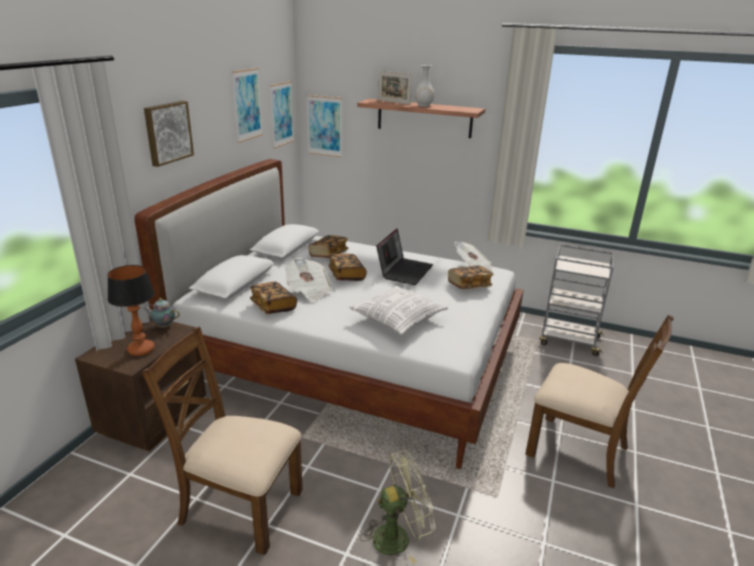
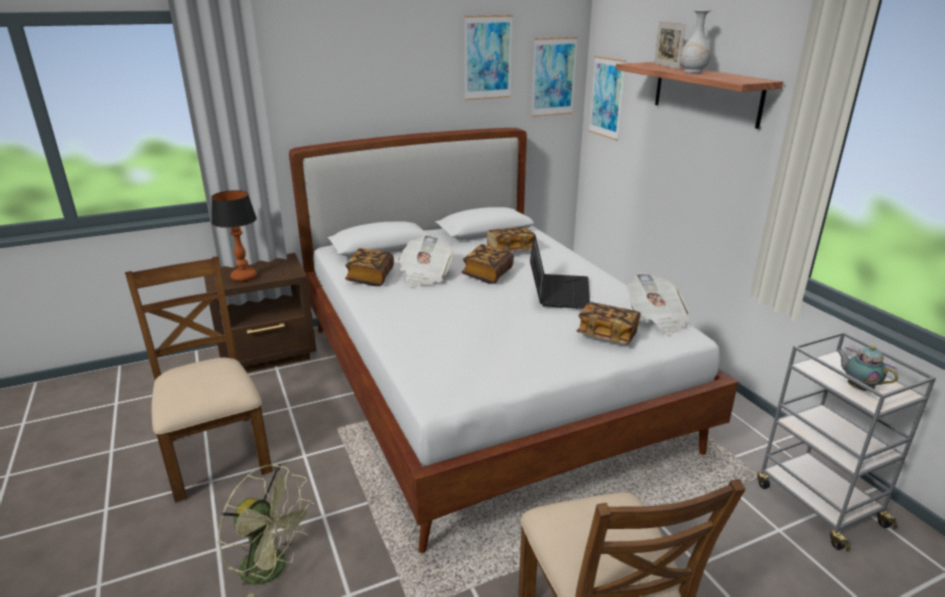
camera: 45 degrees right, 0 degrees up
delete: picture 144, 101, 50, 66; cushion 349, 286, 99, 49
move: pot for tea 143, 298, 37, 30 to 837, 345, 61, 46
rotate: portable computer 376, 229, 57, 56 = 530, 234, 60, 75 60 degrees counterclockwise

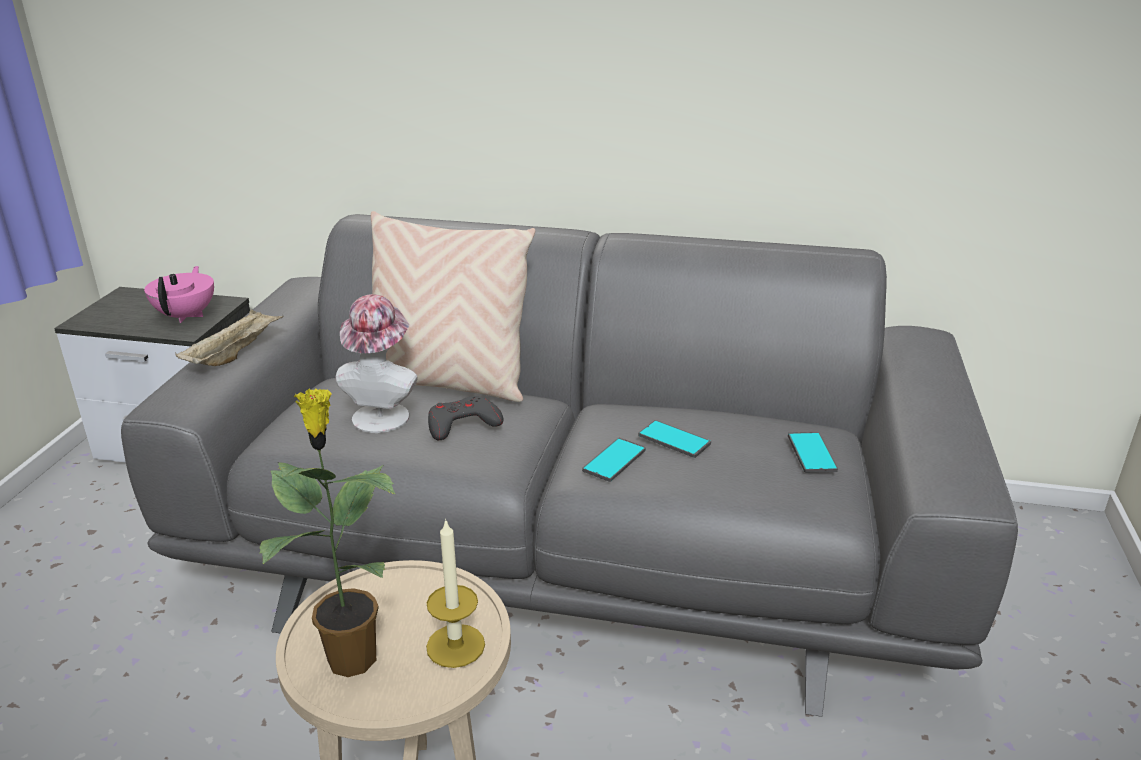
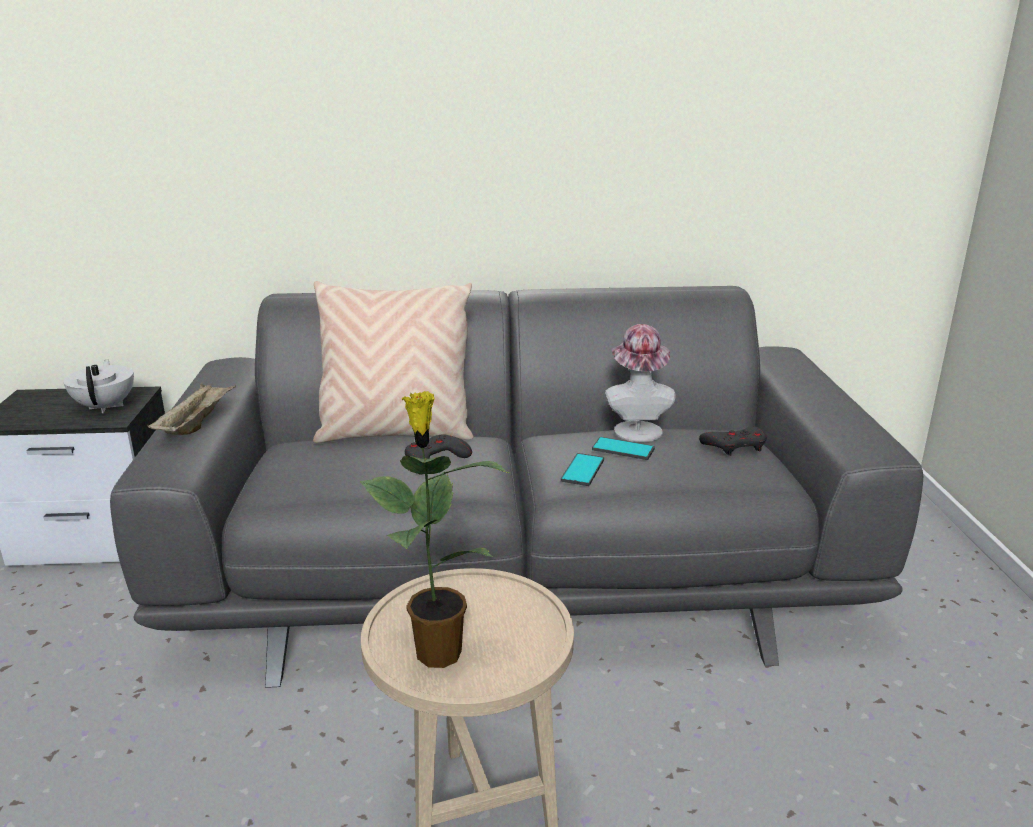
camera: 15 degrees left, 5 degrees down
delete: wax candle 426, 519, 59, 149
move: wearable hat 335, 294, 83, 139 to 605, 324, 70, 118
replace: handset 788, 432, 50, 41 to greyish joypad 699, 426, 68, 30
recolor: pinkish pot for tea 144, 266, 70, 57 to whitish pot for tea 63, 359, 71, 54

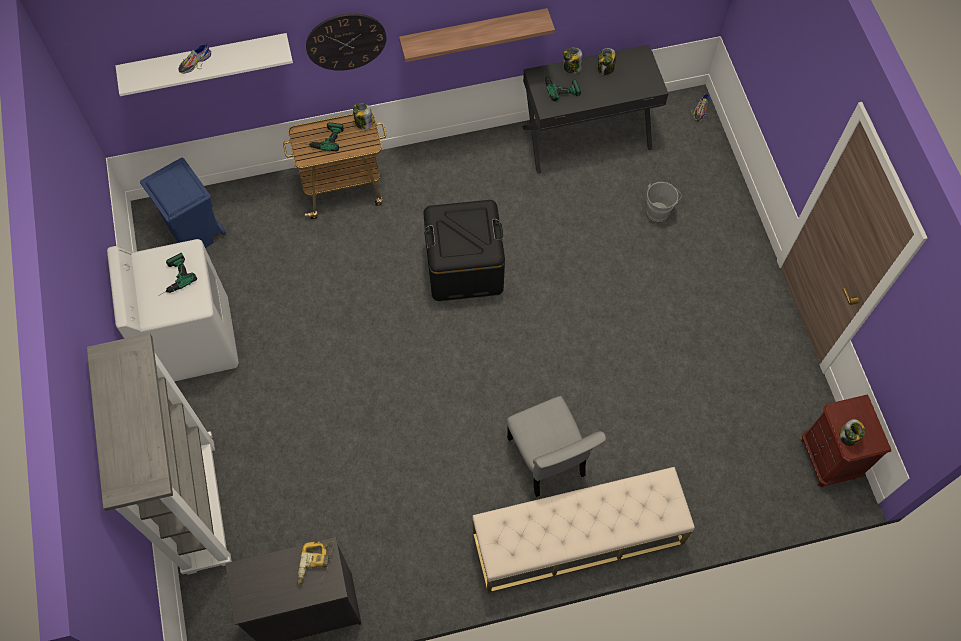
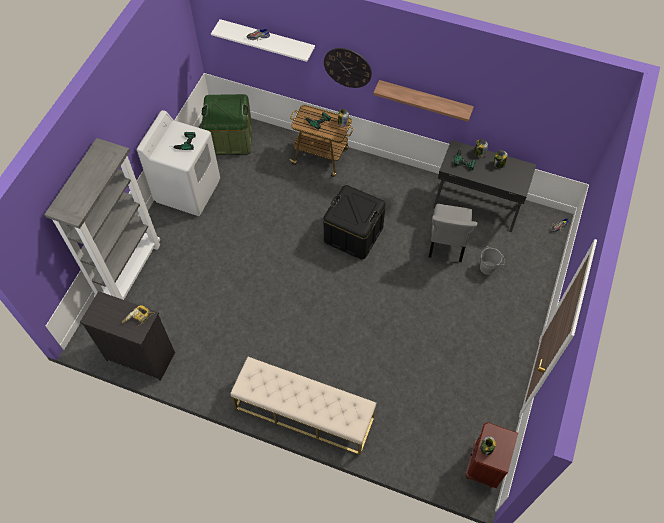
camera: 35 degrees right, 5 degrees down
move: greyish chair 506, 396, 100, 101 to 429, 204, 49, 59
replace: blue-coloured waste bin 140, 158, 86, 90 to green storage box 202, 94, 50, 61

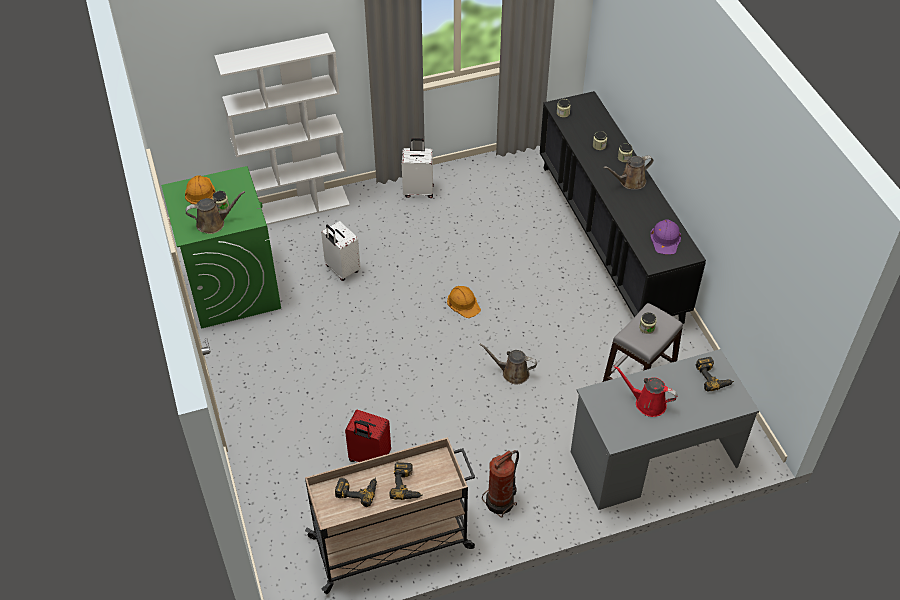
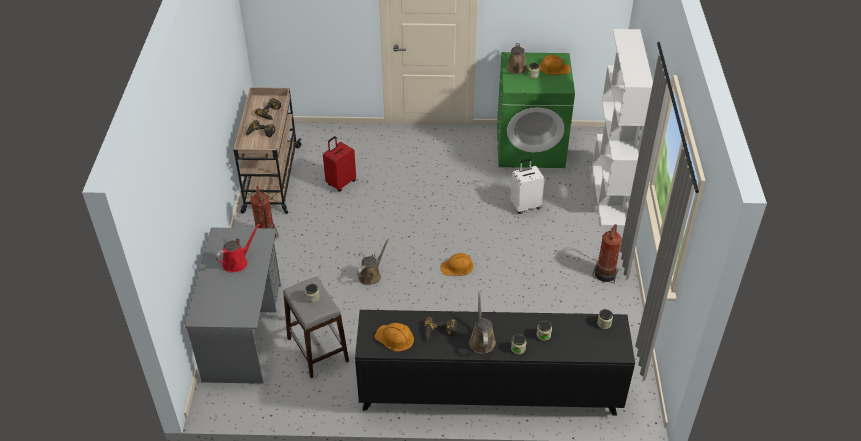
camera: 110 degrees right, 5 degrees down
move: electric drill 696, 357, 38, 34 to 424, 317, 33, 23
replace: whitish piece of luggage 402, 138, 32, 60 to fire-fighting cylinder 592, 224, 30, 59
recolor: purple-coloured work helmet 650, 220, 31, 35 to orange-coloured work helmet 374, 323, 40, 29

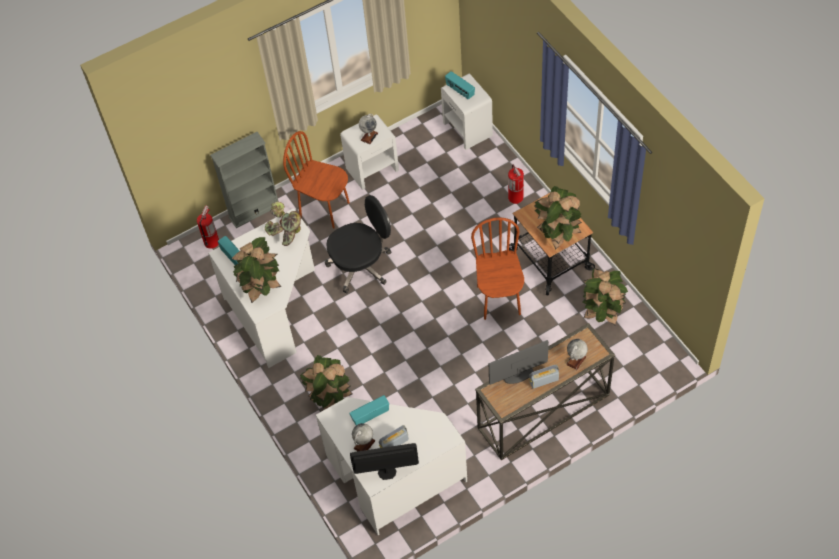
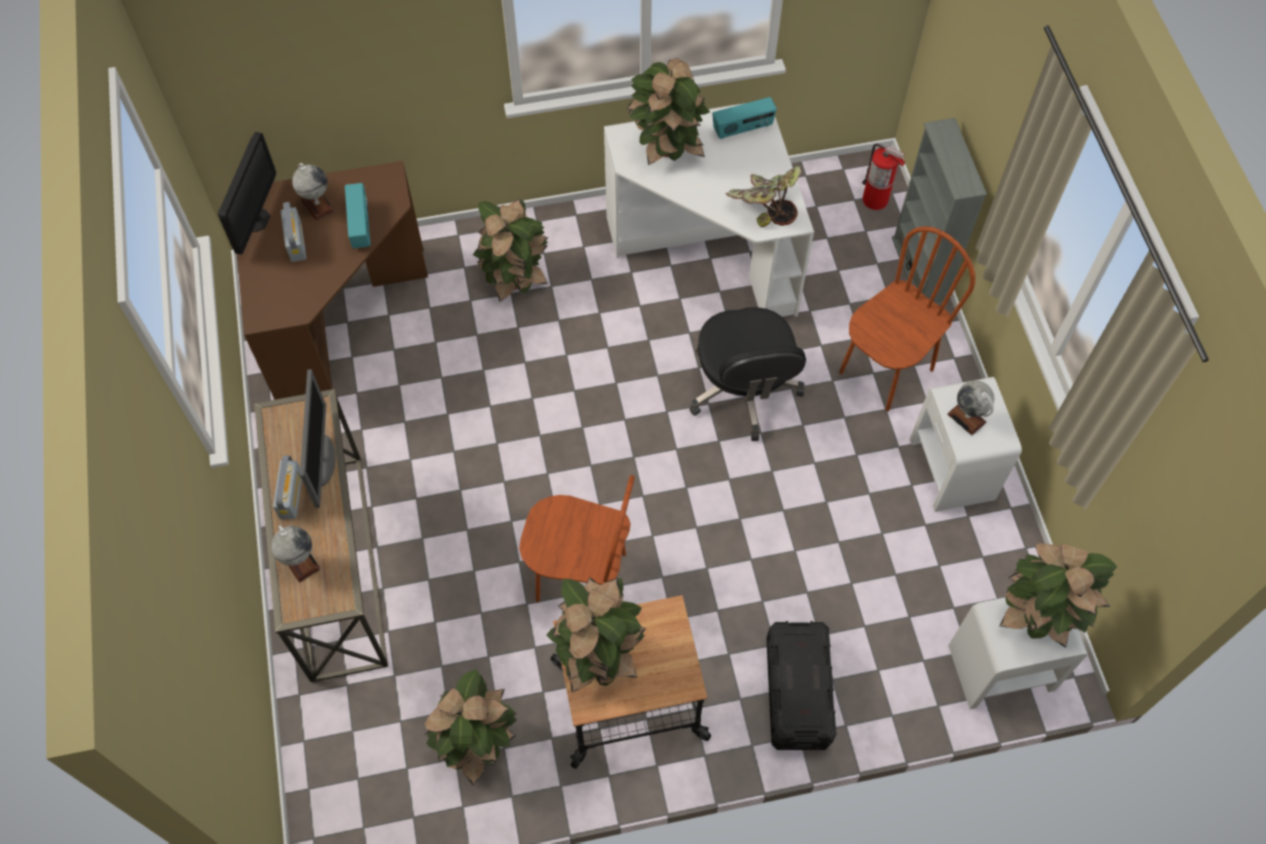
camera: 105 degrees right, 5 degrees up
replace: fire-fighting cylinder 508, 164, 16, 40 to black storage box 766, 621, 71, 129; radio set 445, 71, 30, 28 to plant in a pot 999, 543, 118, 105
recolor: whitish desk 316, 397, 151, 138 to brownish desk 237, 161, 191, 239

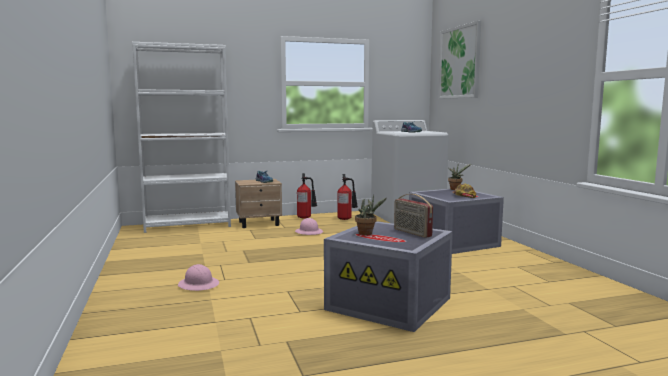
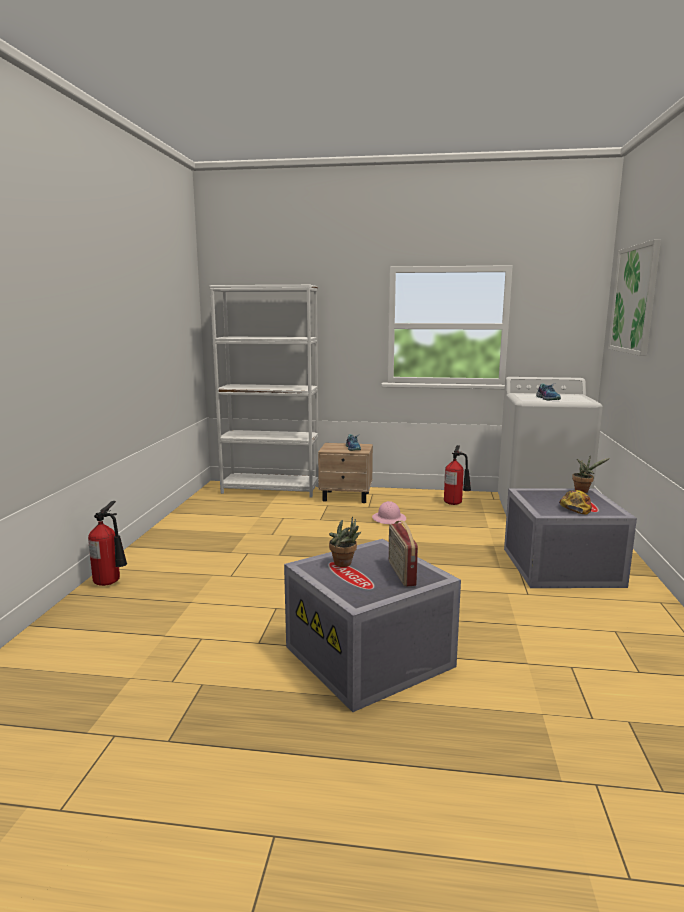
camera: 25 degrees right, 5 degrees up
delete: pinkish work helmet 178, 264, 41, 27
move: fire-fighting cylinder 297, 173, 20, 45 to 88, 501, 39, 85

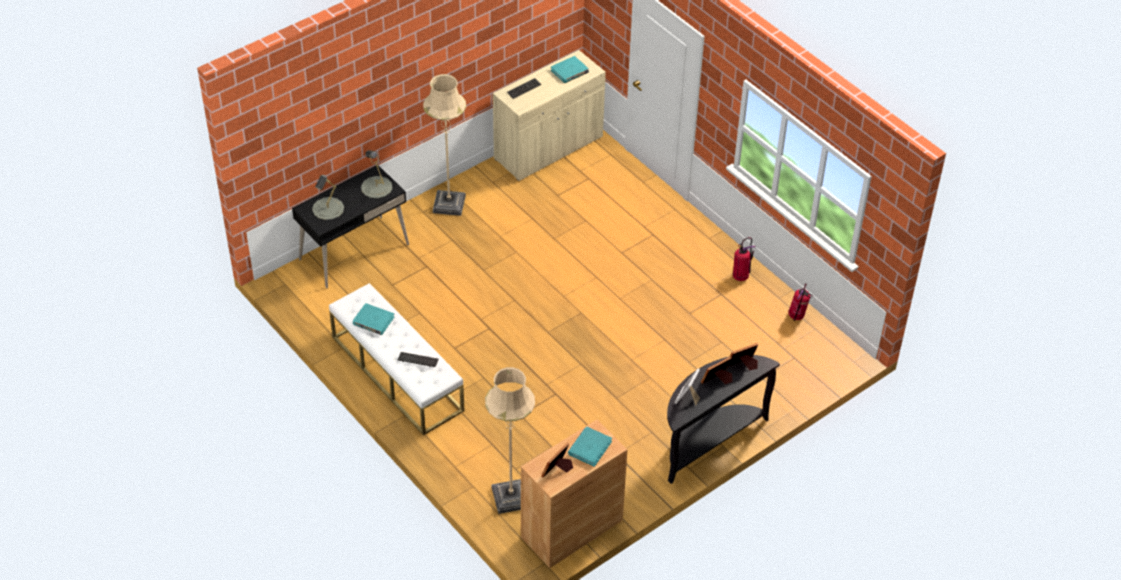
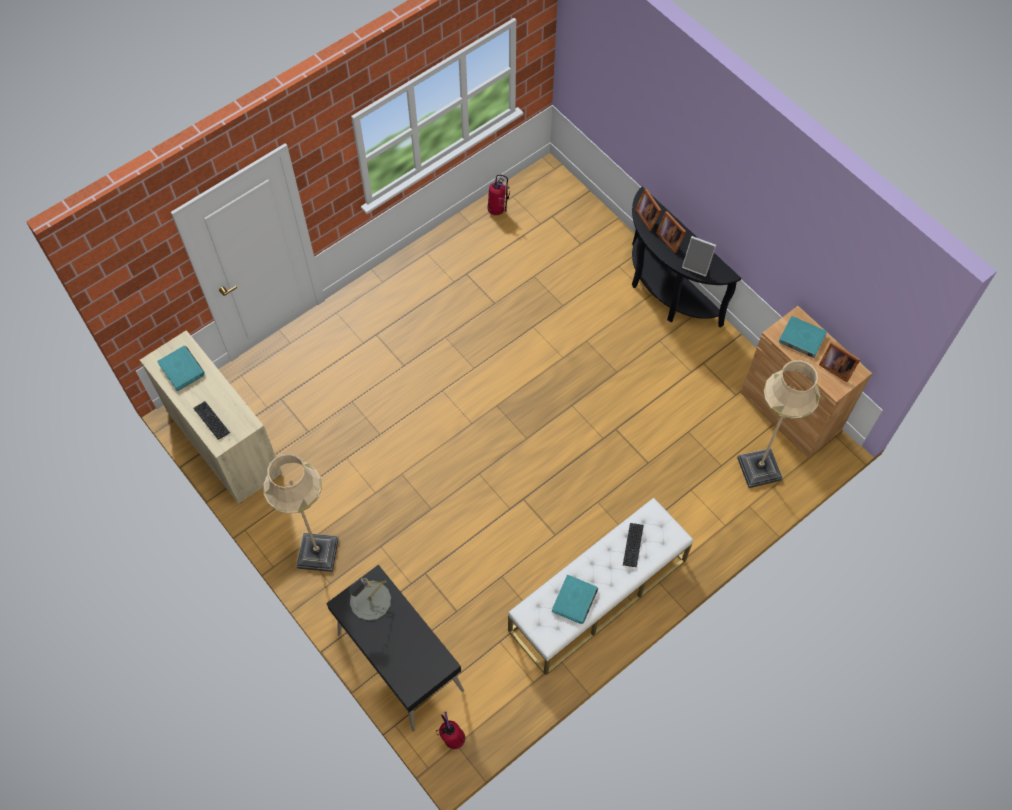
camera: 90 degrees left, 15 degrees up
delete: greyish lamp for a table 312, 175, 32, 45
move: fire-fighting cylinder 733, 237, 23, 44 to 436, 712, 29, 37

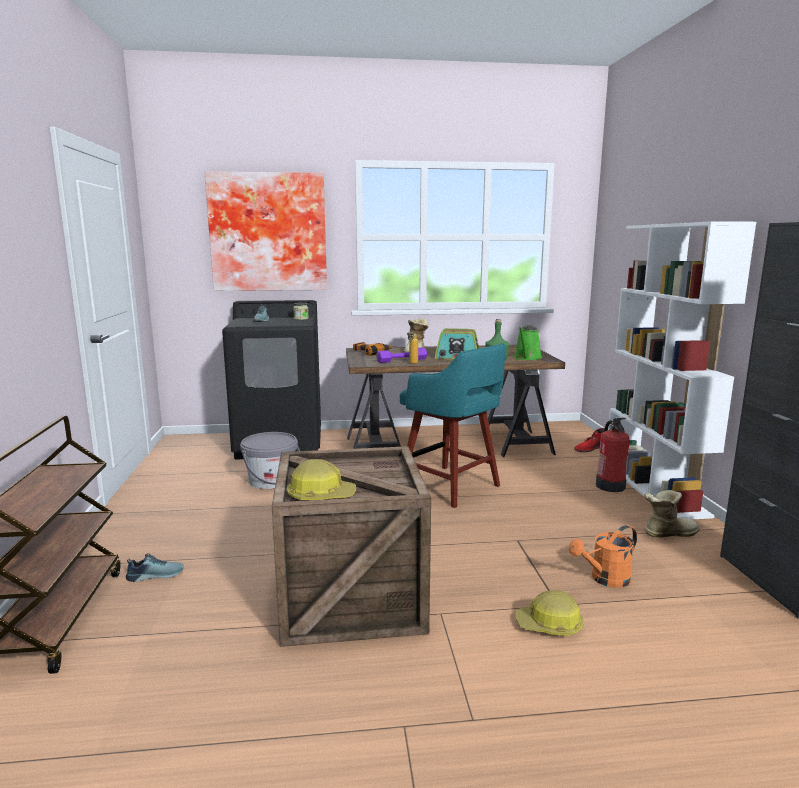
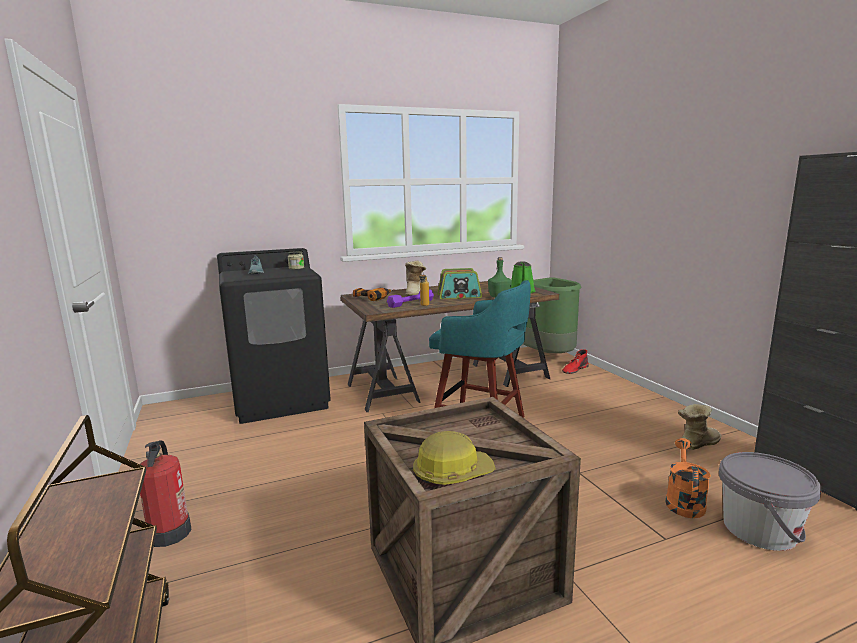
camera: 15 degrees left, 0 degrees up
delete: shoe 126, 553, 58, 29; picture 205, 171, 122, 120; work helmet 516, 590, 68, 45; whitish shelving unit 608, 221, 148, 299
insert: green waste bin 523, 278, 59, 75
move: fire-fighting cylinder 596, 418, 34, 74 to 140, 440, 52, 107; greyish pail 240, 432, 60, 57 to 719, 452, 102, 99
rotate: orange-coloured watering can 569, 525, 68, 63 = 665, 438, 46, 80 150 degrees clockwise

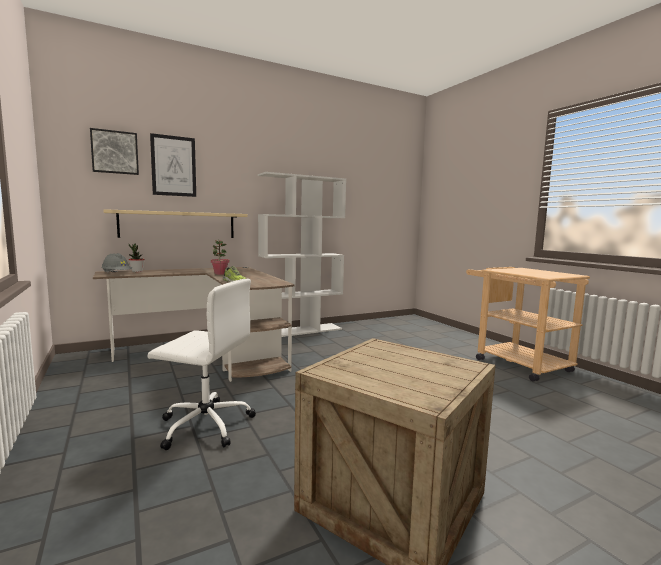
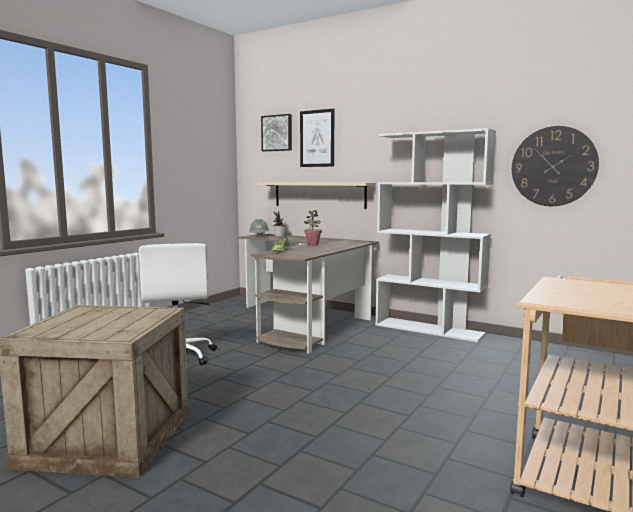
camera: 60 degrees right, 0 degrees up
insert: wall clock 512, 126, 87, 80

